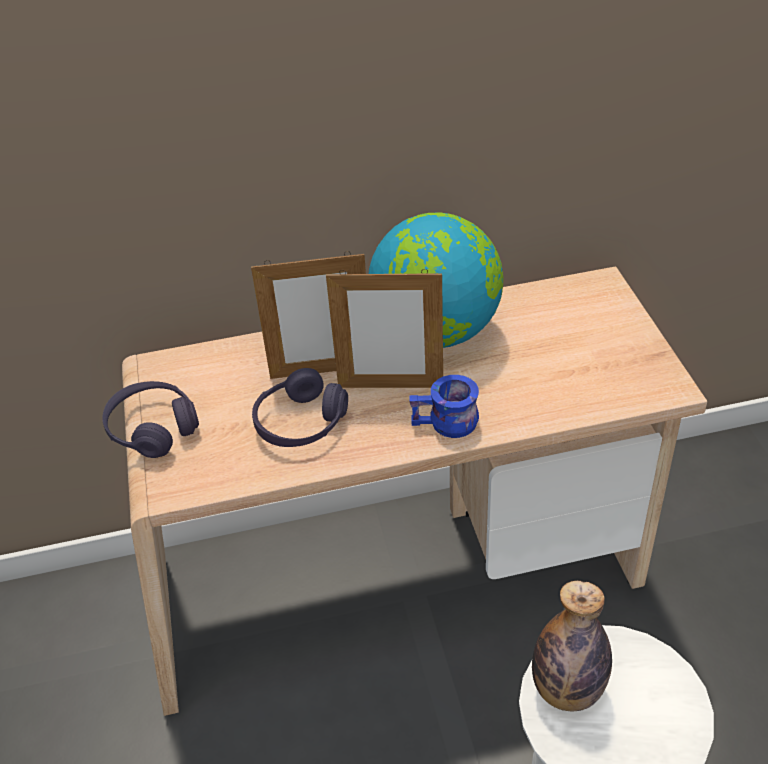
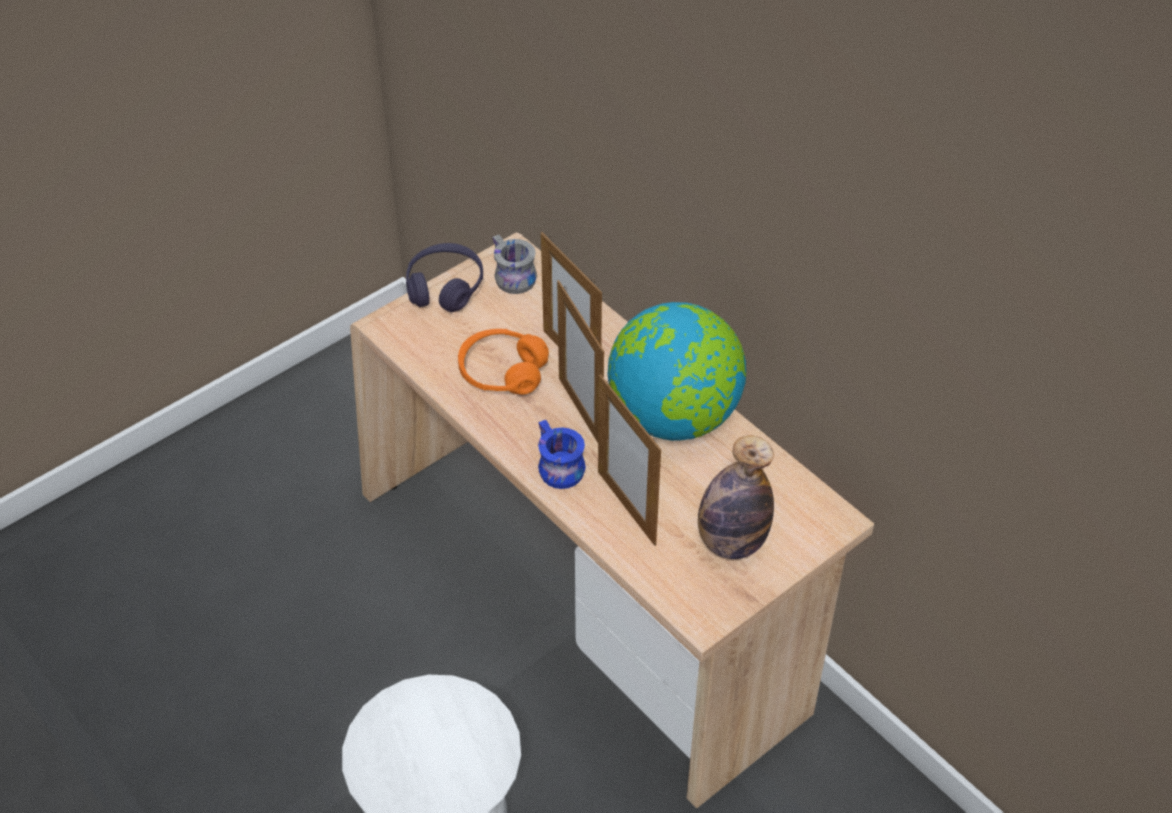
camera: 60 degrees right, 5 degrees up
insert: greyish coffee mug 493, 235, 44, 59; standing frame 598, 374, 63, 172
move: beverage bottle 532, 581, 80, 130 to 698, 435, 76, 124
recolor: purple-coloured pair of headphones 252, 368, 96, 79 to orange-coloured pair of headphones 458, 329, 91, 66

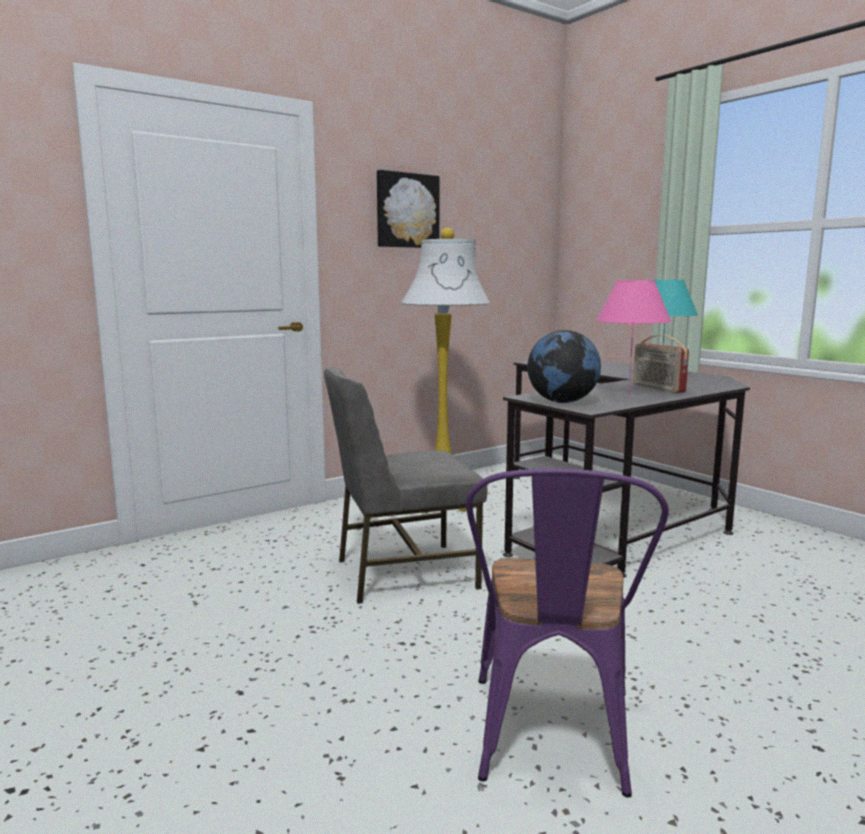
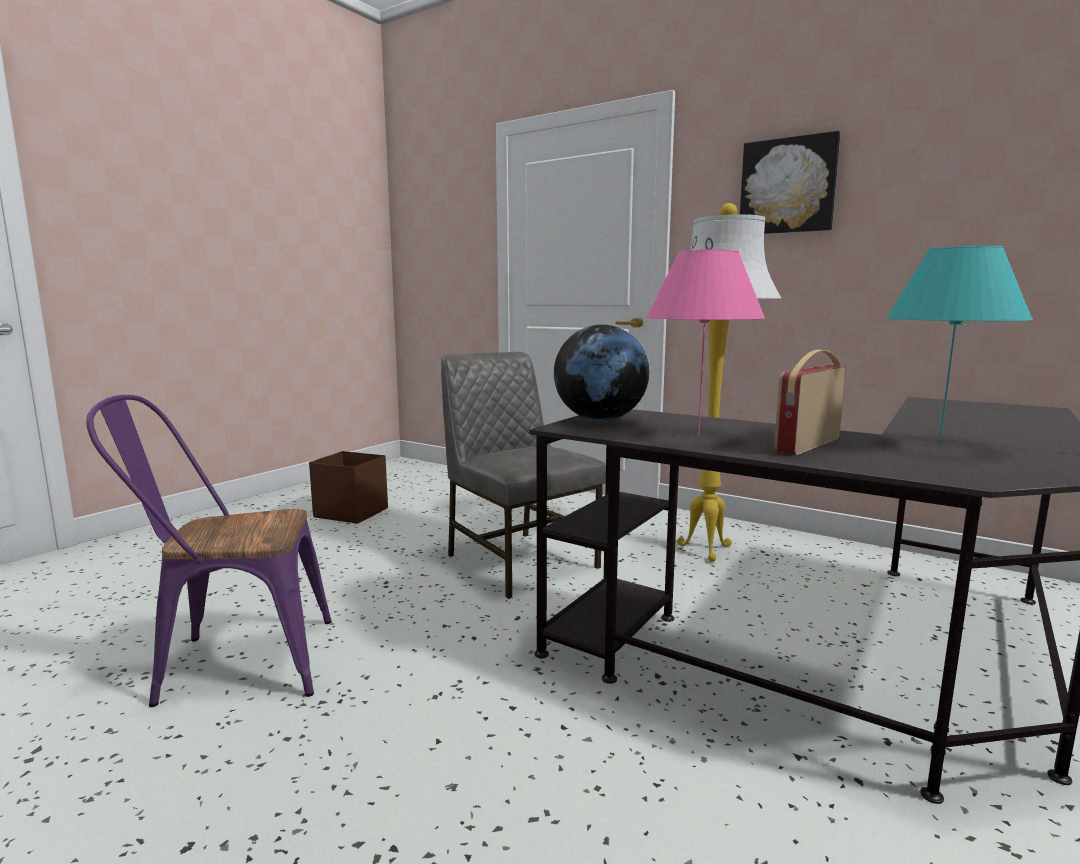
camera: 70 degrees right, 0 degrees up
insert: brownish storage box 309, 451, 79, 73

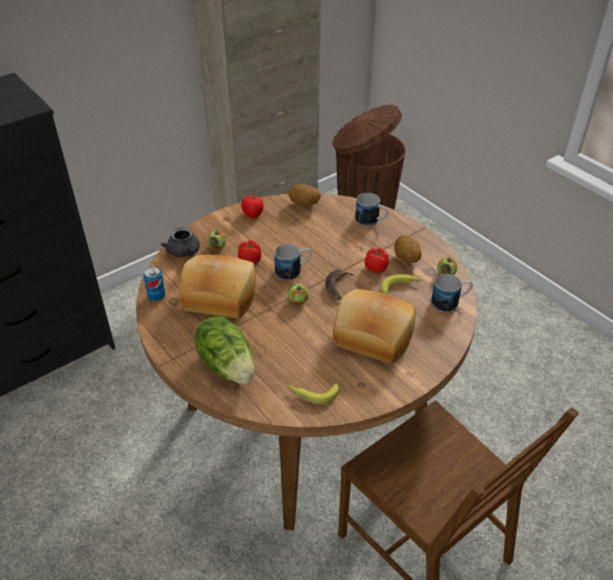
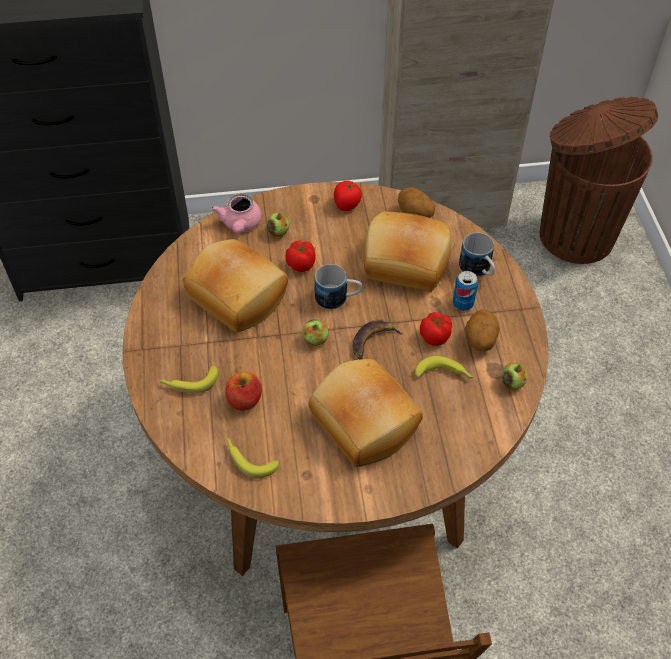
camera: 30 degrees right, 10 degrees up
delete: coffee mug 431, 274, 42, 38
insert: apple fruit 226, 372, 36, 39; bread 364, 211, 87, 81
move: sealed can 143, 267, 22, 34 to 453, 271, 25, 39
replace: lettuce 194, 316, 60, 68 to banana fruit 159, 365, 59, 28
recolor: greyish pot for tea 161, 227, 39, 30 to pinkish pot for tea 211, 194, 51, 40

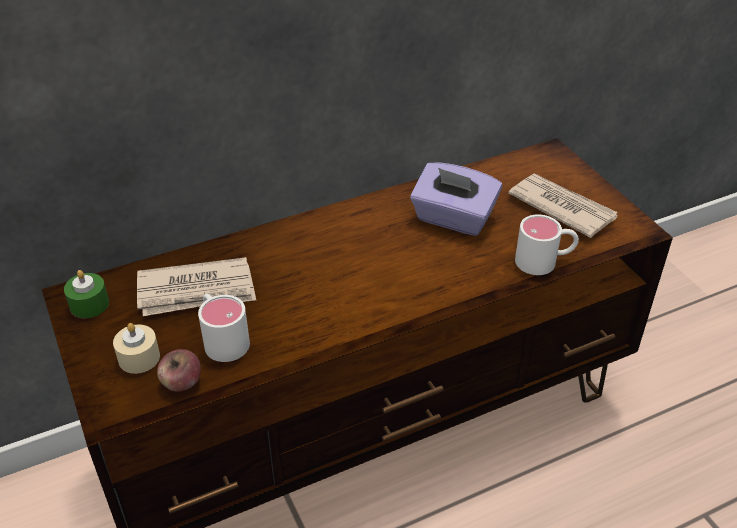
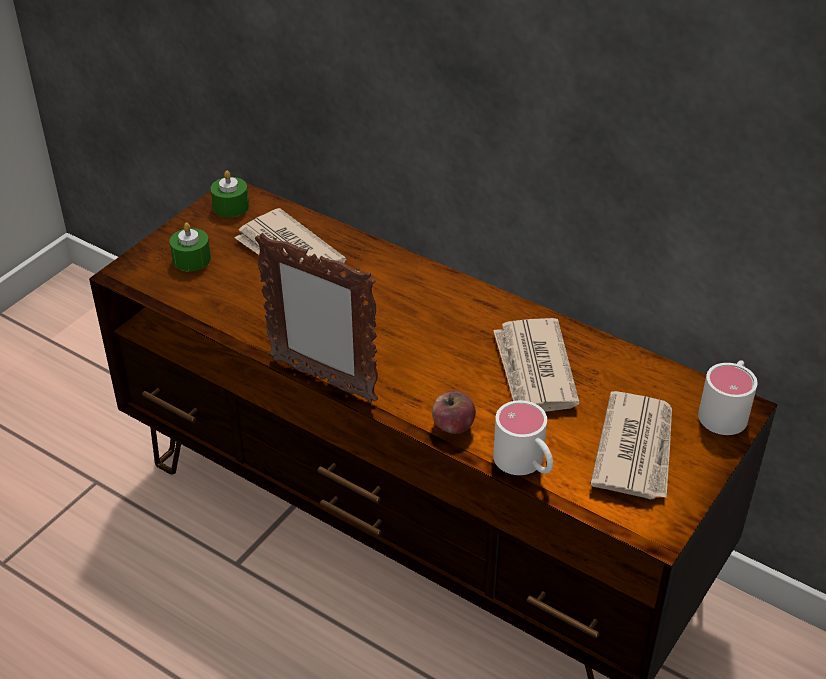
camera: 60 degrees right, 0 degrees up
insert: standing frame 255, 233, 123, 170
move: apple fruit 157, 349, 44, 43 to 432, 391, 44, 43; whitish coffee mug 198, 294, 52, 68 to 698, 360, 59, 75
replace: purple-coloured tissue holder 410, 162, 92, 74 to newspaper 493, 318, 87, 94
recolor: beige-coloured wax candle 113, 323, 47, 51 to green wax candle 170, 222, 41, 50

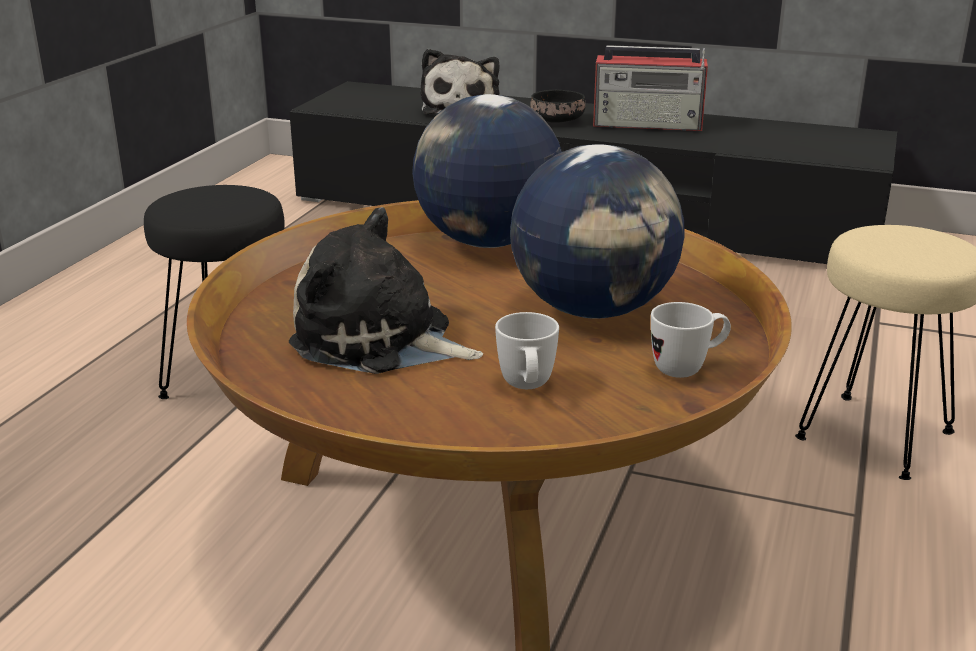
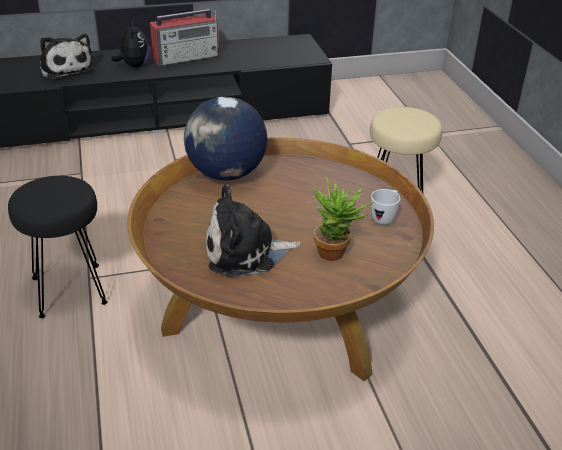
camera: 35 degrees left, 10 degrees up
delete: world globe 510, 144, 175, 175
replace: black deep dish 530, 90, 55, 33 to soft toy 111, 21, 38, 46; whitish coffee mug 495, 312, 64, 77 to plant in a pot 313, 177, 62, 84

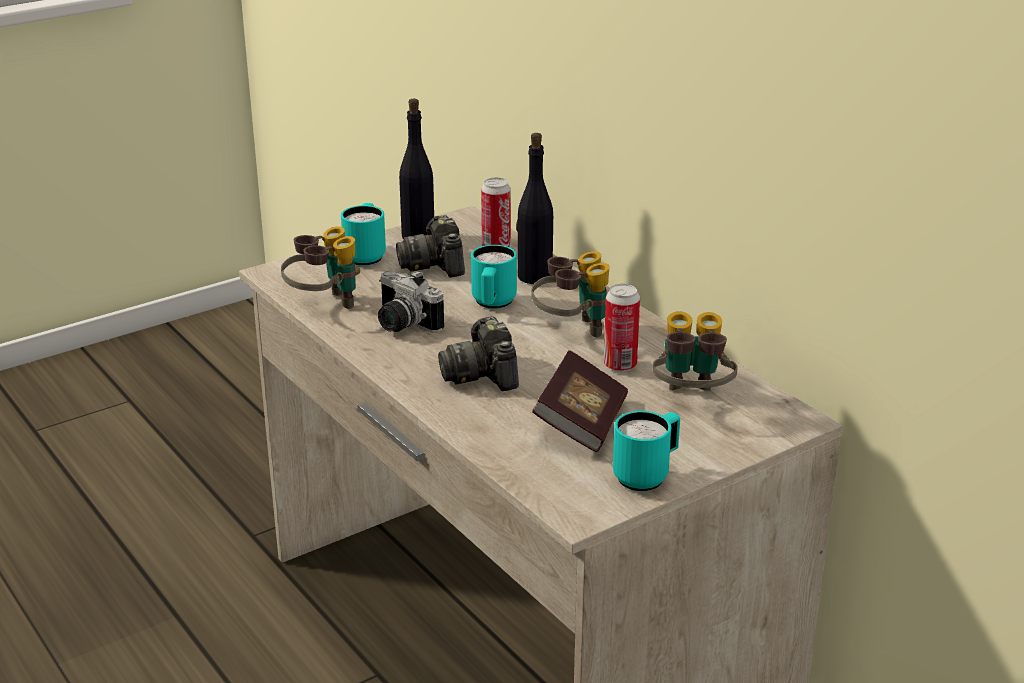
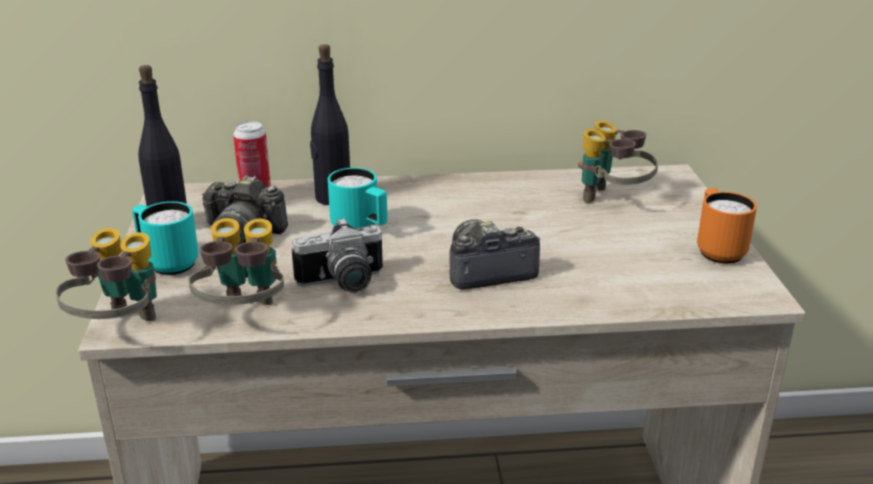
camera: 60 degrees left, 0 degrees up
delete: bound book 532, 350, 96, 102; sealed can 604, 284, 36, 88
move: field glasses 531, 251, 78, 87 to 56, 228, 101, 93
recolor: turquoise-coloured coffee mug 613, 411, 67, 80 to orange-coloured coffee mug 697, 188, 60, 76
rotate: photo camera 438, 316, 81, 75 = 449, 219, 91, 71 150 degrees clockwise

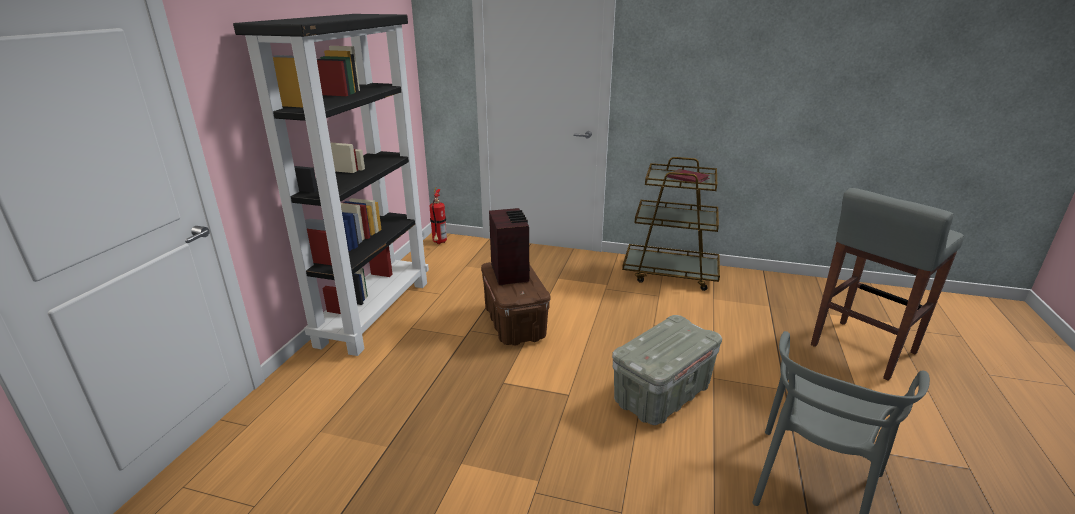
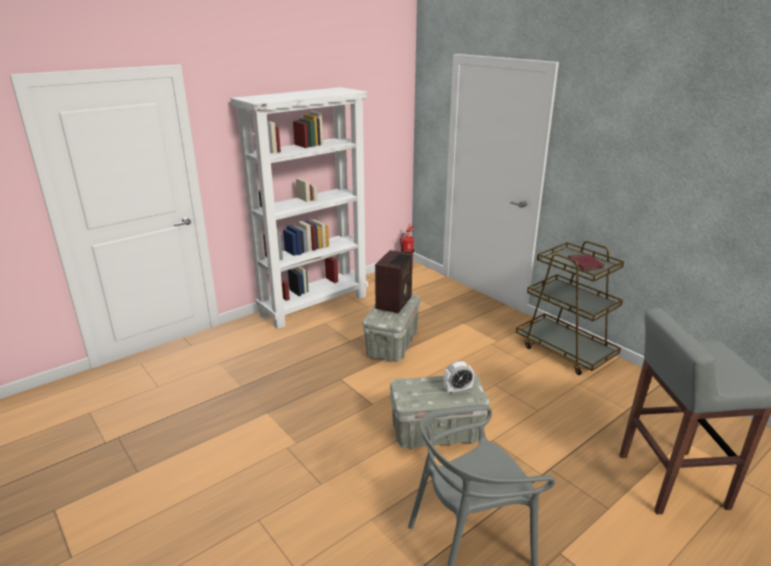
camera: 35 degrees right, 0 degrees up
insert: table clock 444, 361, 30, 33
recolor: black shelving unit 233, 14, 196, 342 to whitish shelving unit 230, 87, 138, 242; brownish storage box 481, 262, 69, 84 to greyish storage box 363, 294, 57, 68

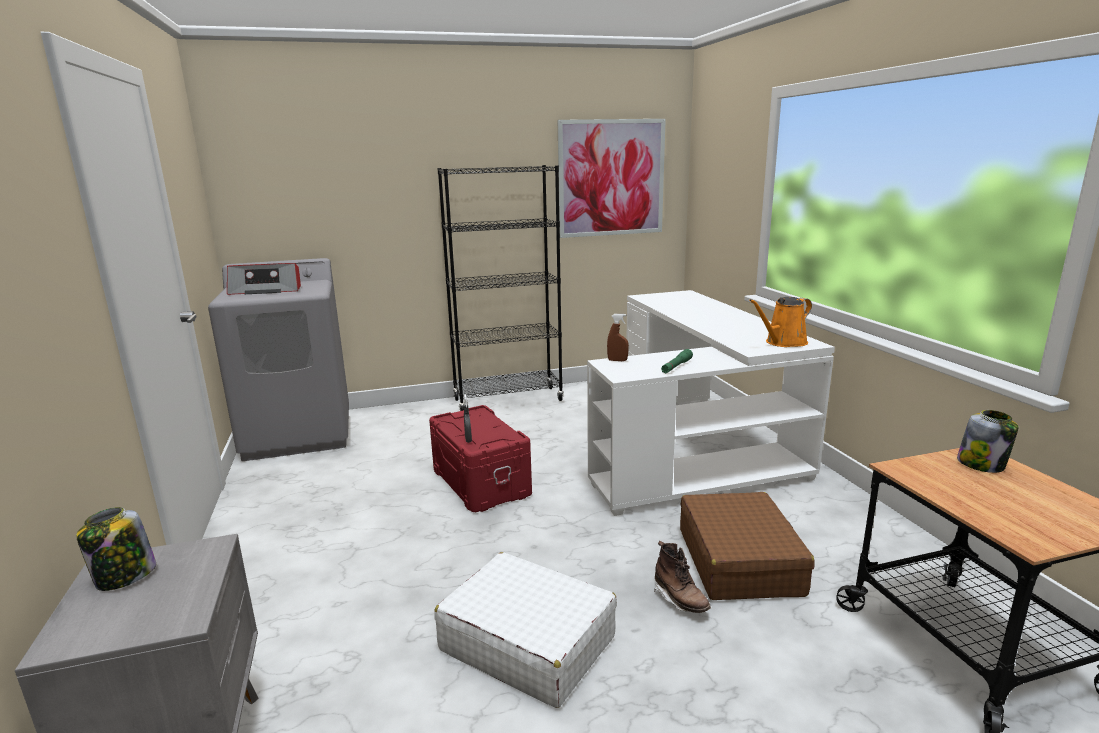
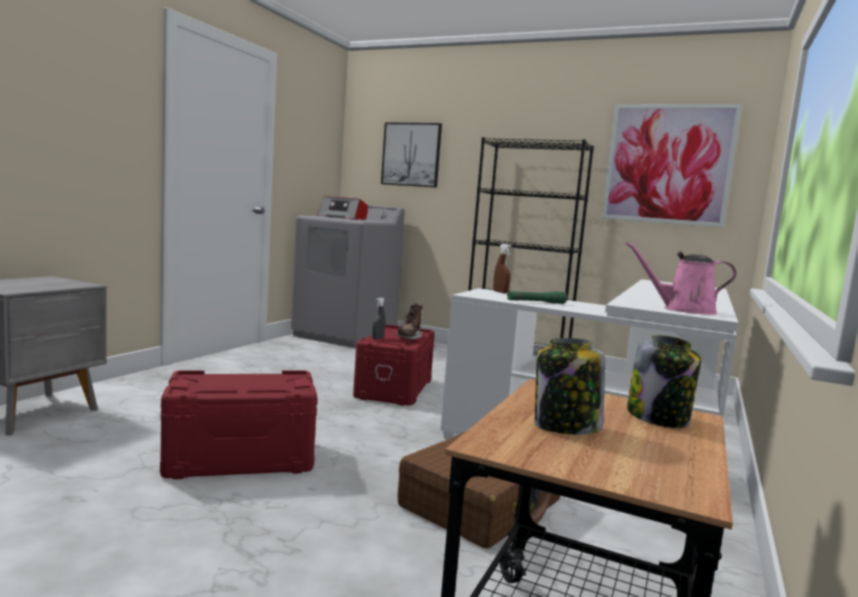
camera: 40 degrees right, 10 degrees down
insert: picture 381, 122, 61, 66
move: brownish high-top boot 654, 541, 57, 72 to 395, 303, 28, 37; storage jar 76, 507, 80, 84 to 535, 338, 70, 96
replace: whitish piece of luggage 434, 552, 183, 156 to red storage box 160, 370, 157, 109
recolor: orange-coloured watering can 749, 297, 63, 50 to pinkish watering can 625, 242, 111, 73

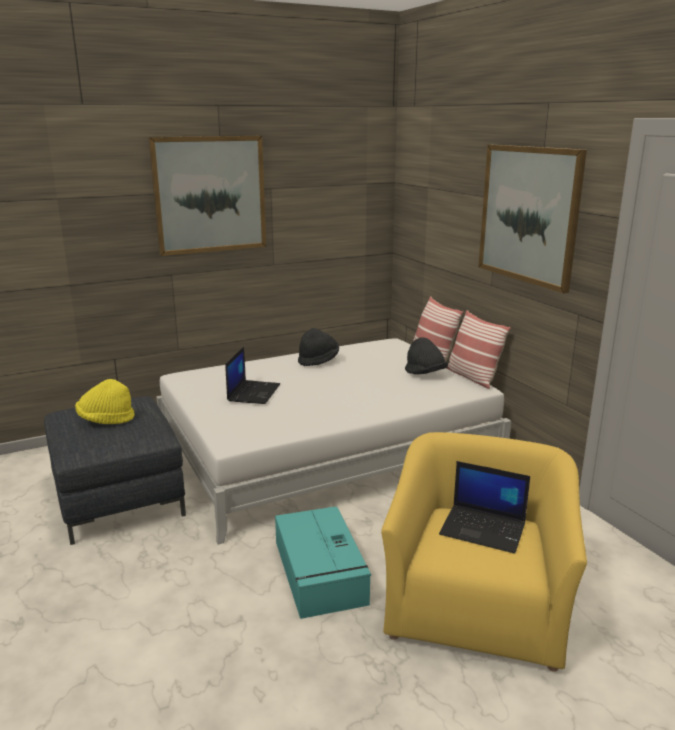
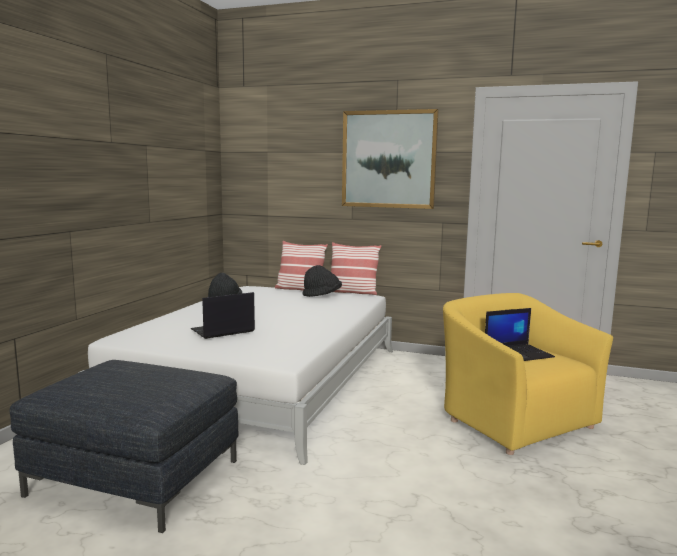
camera: 45 degrees left, 10 degrees down
delete: yellow wearable hat 75, 379, 60, 45; picture 148, 136, 118, 120; turquoise-coloured storage box 275, 506, 96, 113
rotate: portable computer 225, 347, 55, 57 = 190, 292, 65, 47 90 degrees counterclockwise

